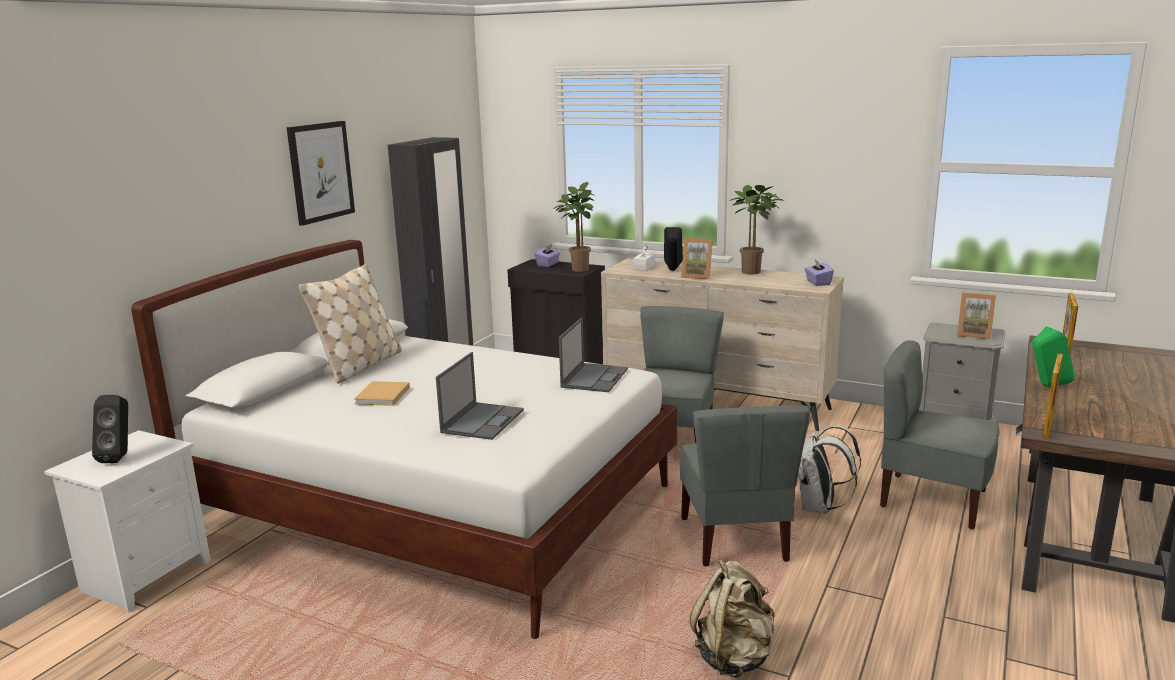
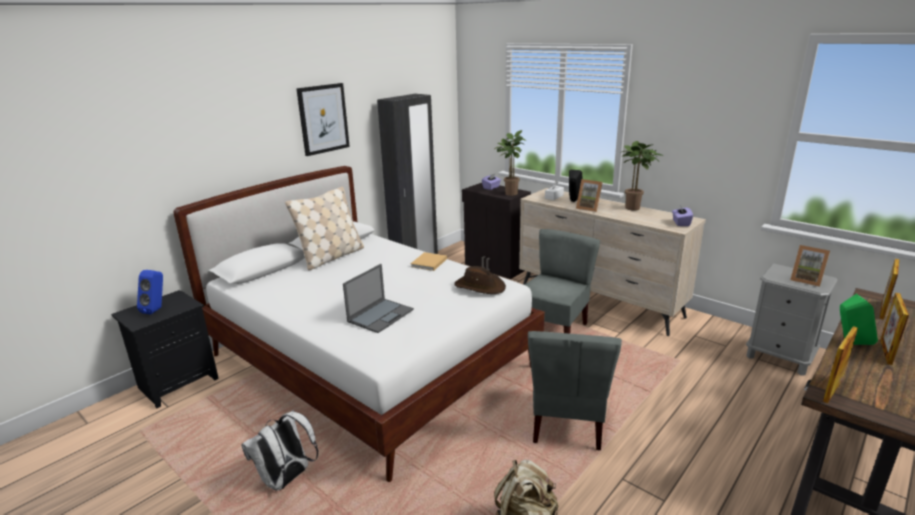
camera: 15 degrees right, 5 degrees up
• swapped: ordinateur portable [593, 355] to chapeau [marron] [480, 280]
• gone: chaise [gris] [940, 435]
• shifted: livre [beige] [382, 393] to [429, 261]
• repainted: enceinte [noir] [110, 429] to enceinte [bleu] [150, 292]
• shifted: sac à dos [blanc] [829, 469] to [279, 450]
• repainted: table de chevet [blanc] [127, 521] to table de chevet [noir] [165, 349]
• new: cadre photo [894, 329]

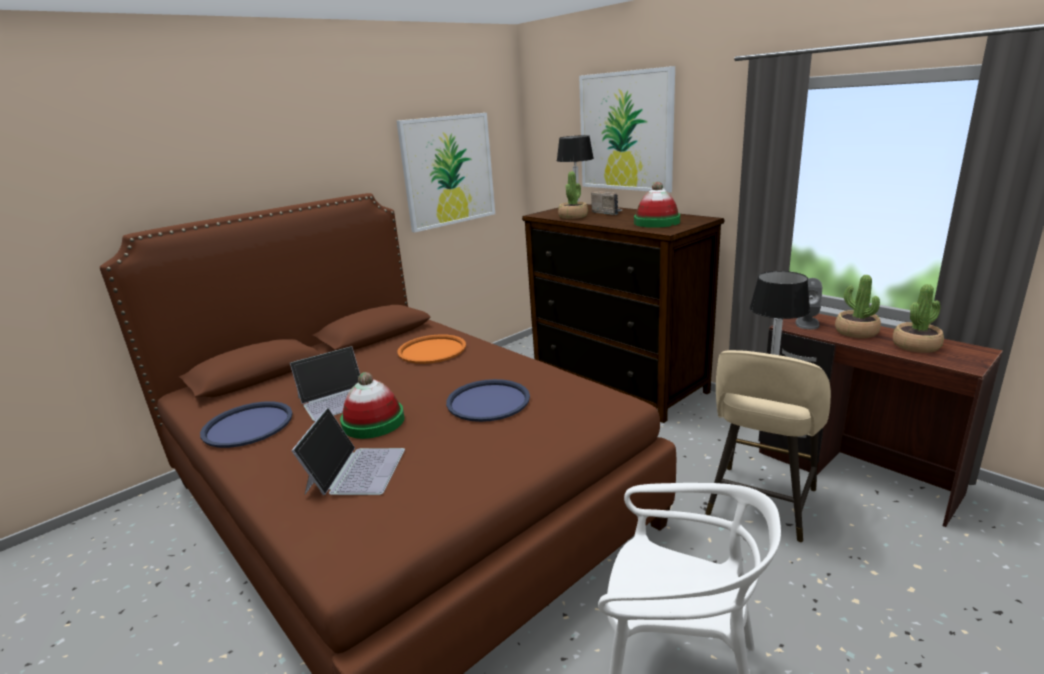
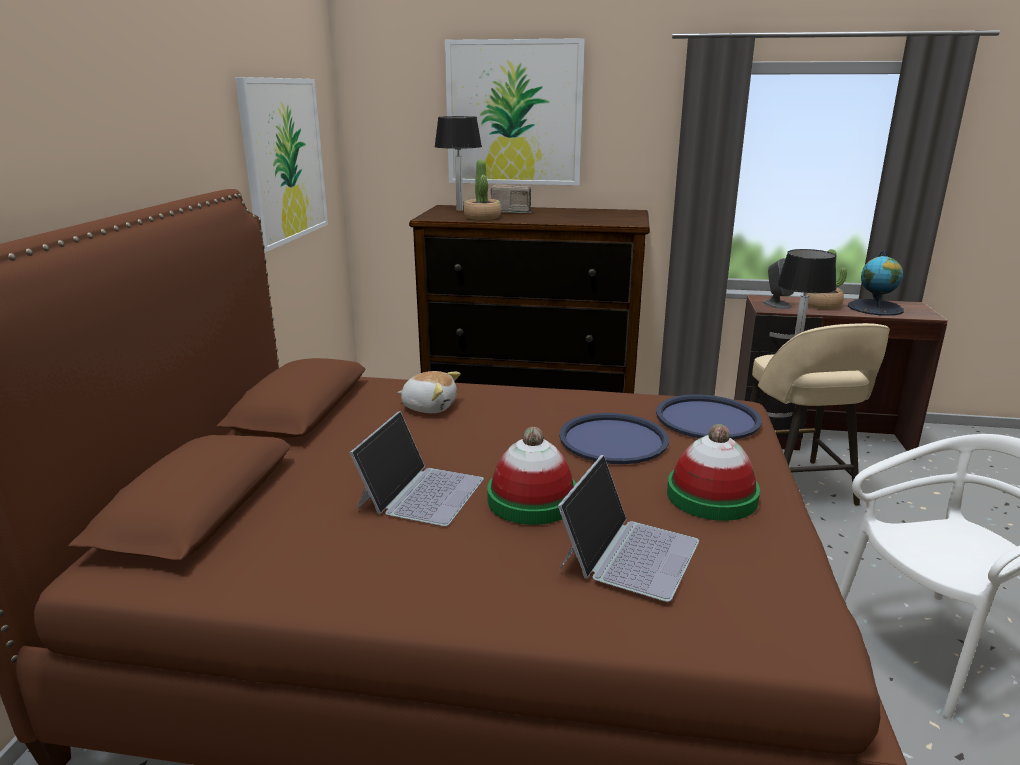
camera: 40 degrees left, 0 degrees up
• shifted: chapeau [657, 205] to [713, 472]
• swapped: plante en pot [918, 318] to globe [876, 283]
• swapped: plateau [orange] [431, 349] to peluche [429, 392]
• shifted: plateau [bleu] [246, 424] to [709, 417]
• rotated: ordinateur portable [348, 451] = [628, 528] 60 degrees clockwise

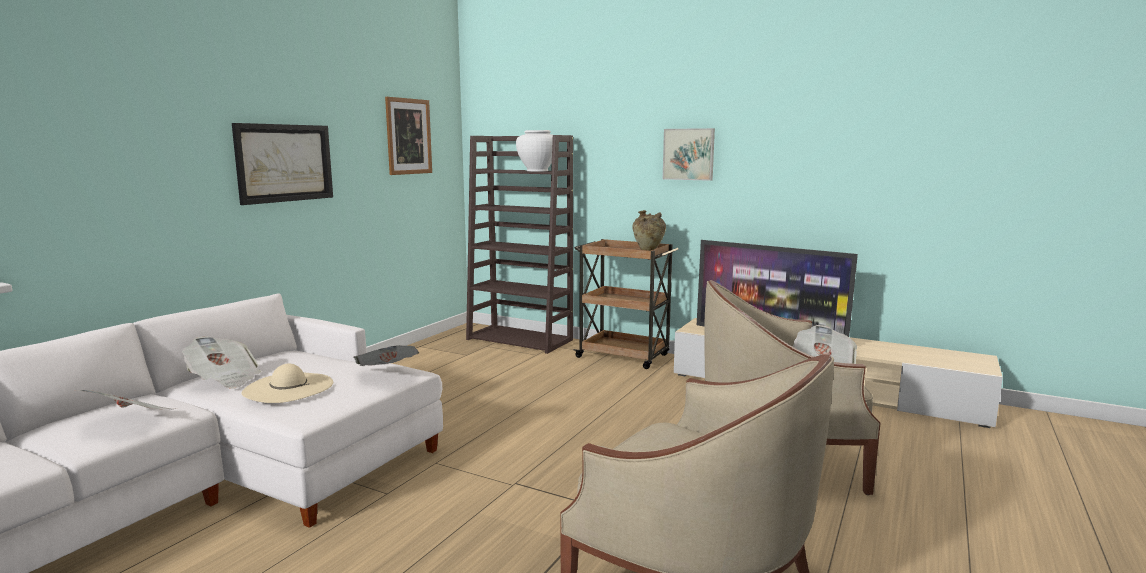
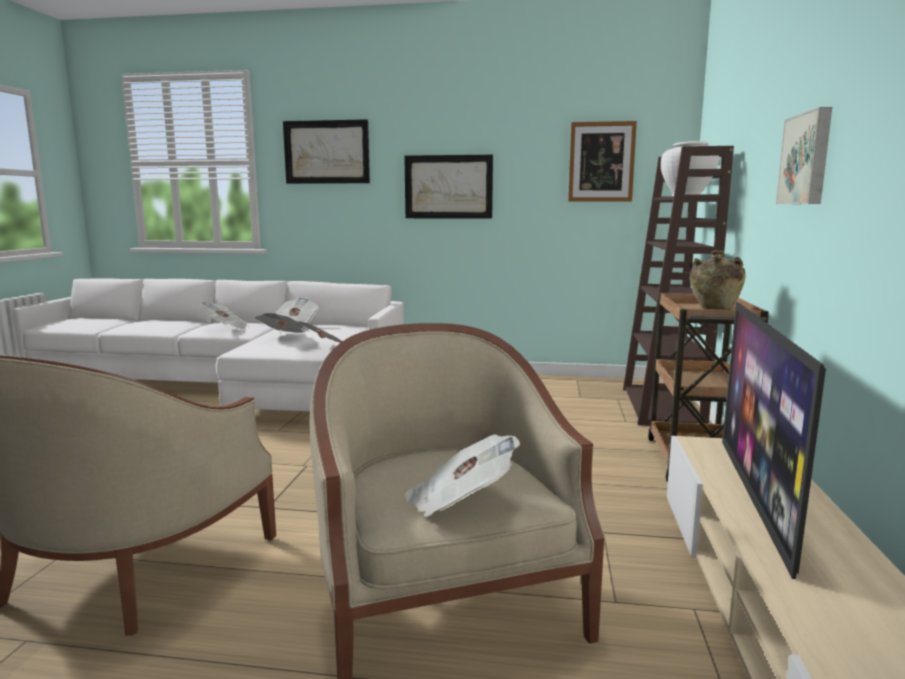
camera: 70 degrees right, 0 degrees up
• swapped: chapeau [beige] [287, 383] to journal [280, 323]
• new: tableau [326, 151]

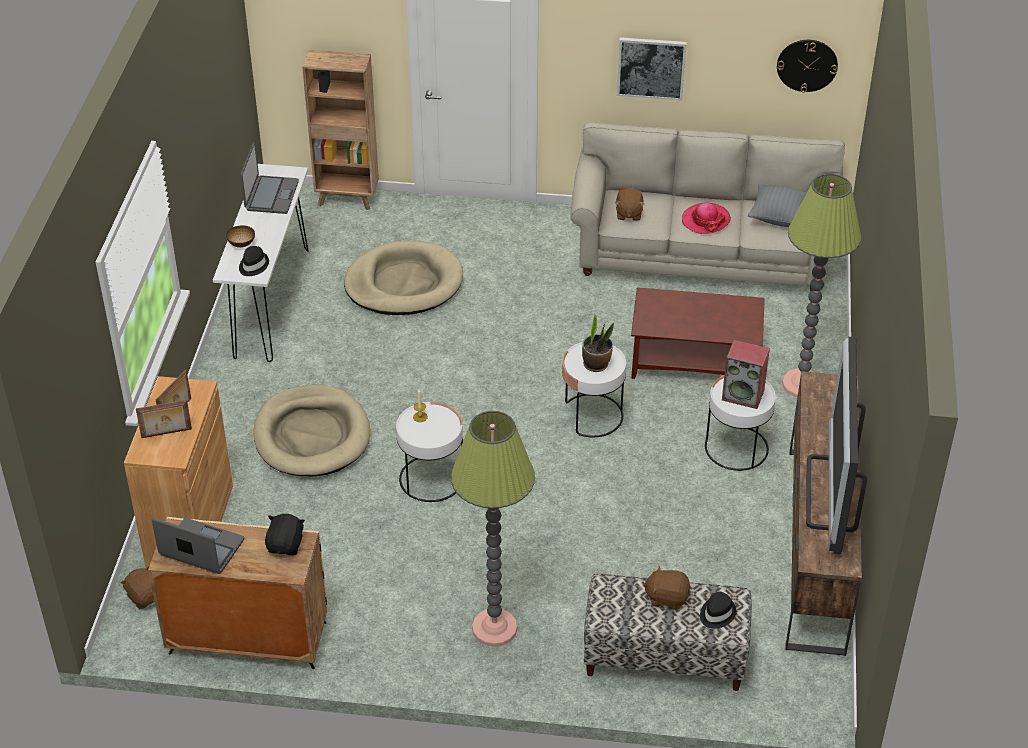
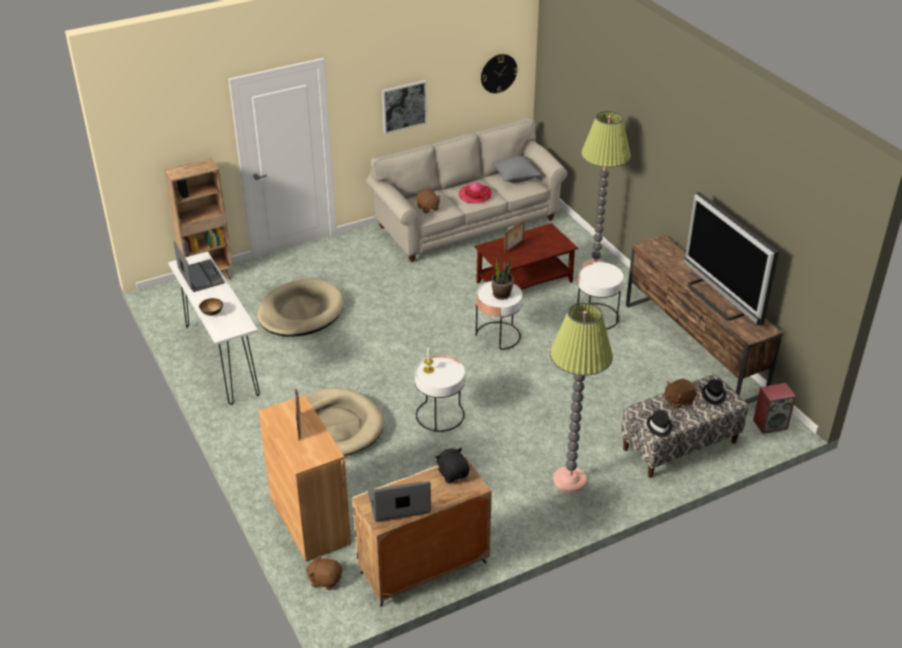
camera: 35 degrees left, 5 degrees down
• shifted: chapeau [noir] [254, 261] to [659, 423]
• shifted: enceinte [746, 374] to [774, 408]
• shifted: cadre photo [164, 419] to [514, 237]

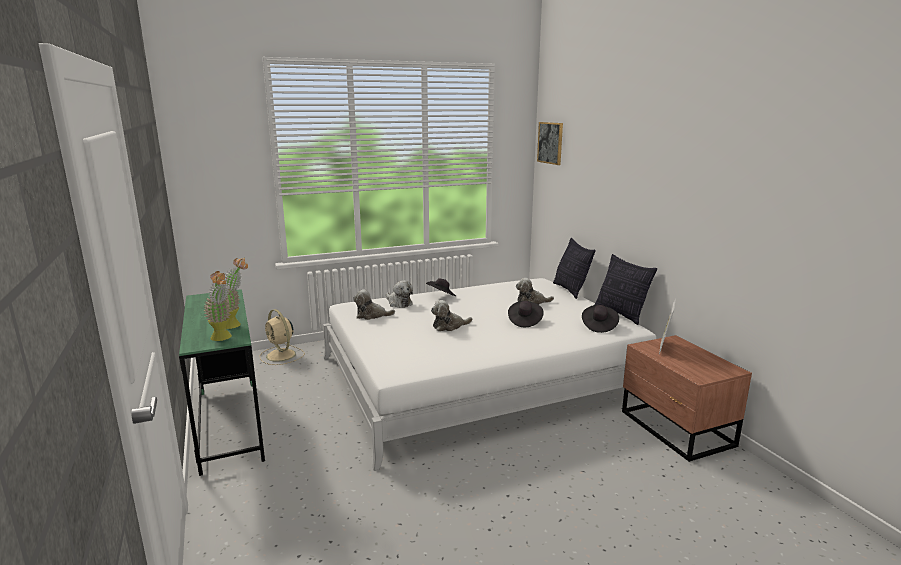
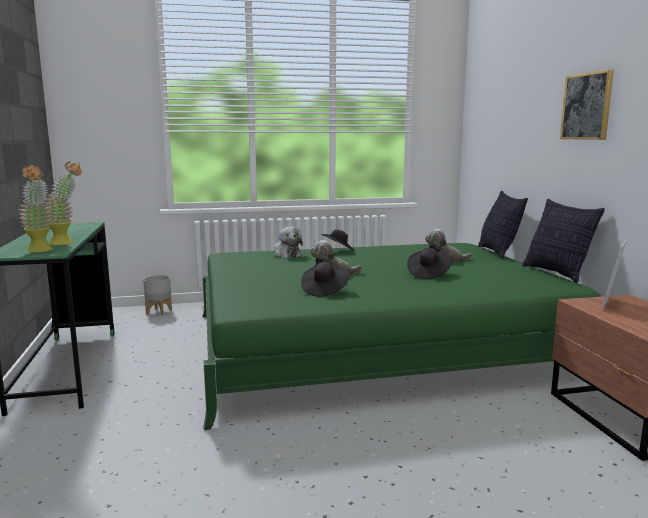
camera: 10 degrees right, 5 degrees down
• shifted: tableau [550, 143] to [587, 104]
• repainted: lit [blanc] [489, 374] to lit [vert] [402, 336]
• gone: peluche [374, 304]
• shifted: chapeau [noir] [600, 319] to [325, 279]
• swapped: ventilateur [beige] [282, 337] to cache-pot [gris] [157, 295]

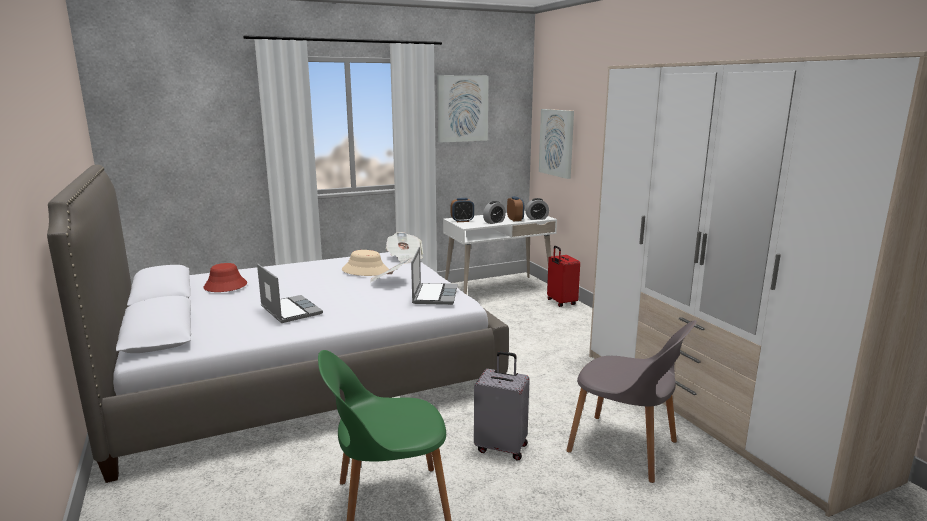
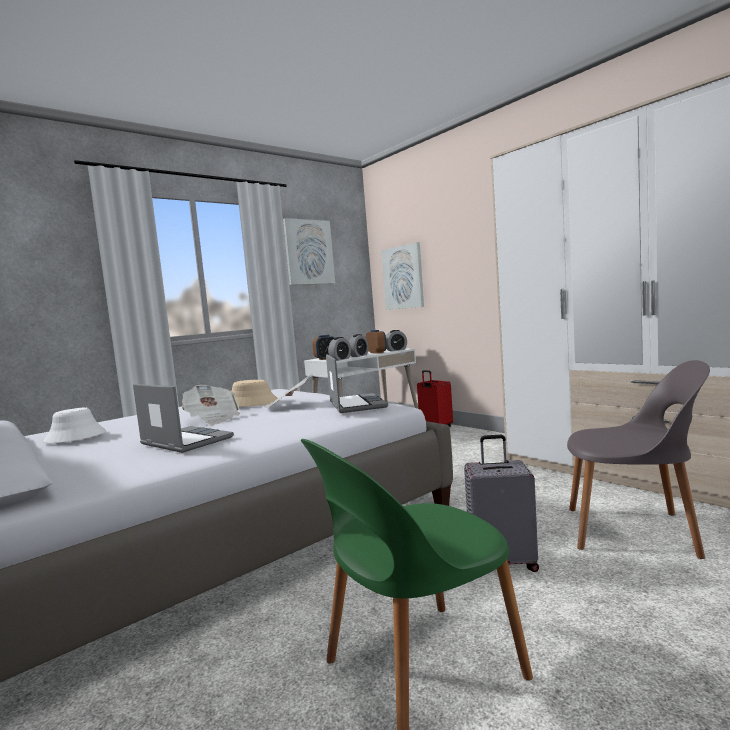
camera: 15 degrees left, 10 degrees down
• shifted: journal [404, 248] to [211, 405]
• repainted: chapeau [rouge] [225, 277] to chapeau [blanc] [74, 425]
• new: réveil [339, 349]

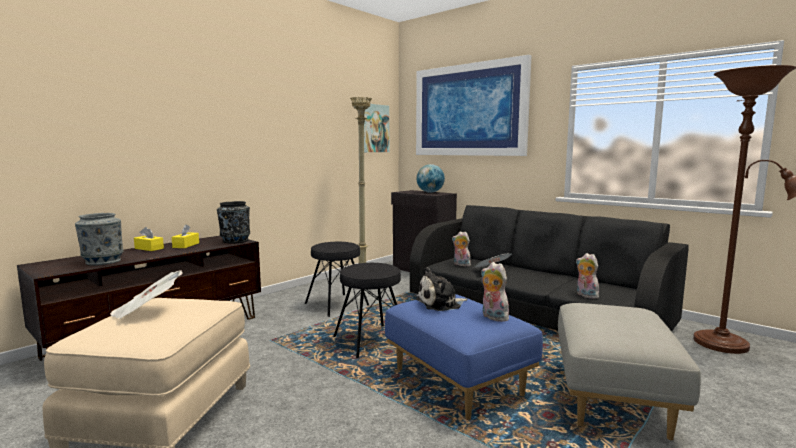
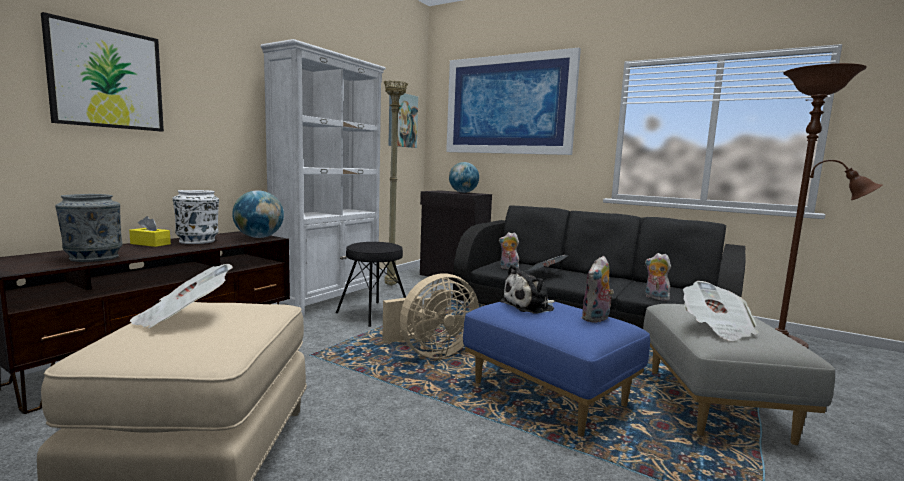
camera: 10 degrees left, 0 degrees up
• swapped: vase [noir] [233, 222] to globe [258, 214]
• swapped: boîte à mouchoirs [jaune] [185, 236] to vase [blanc] [196, 217]
• rotated: peluche [495, 292] = [597, 289] 90 degrees counterclockwise
• swapped: tabouret [noir] [367, 310] to ventilateur [beige] [430, 316]
• new: tableau [102, 71]
• new: bibliothèque [blanc] [323, 177]
• new: journal [721, 311]

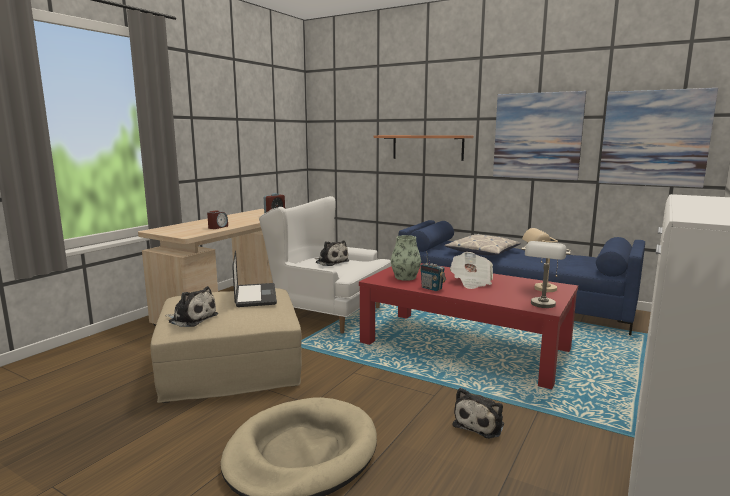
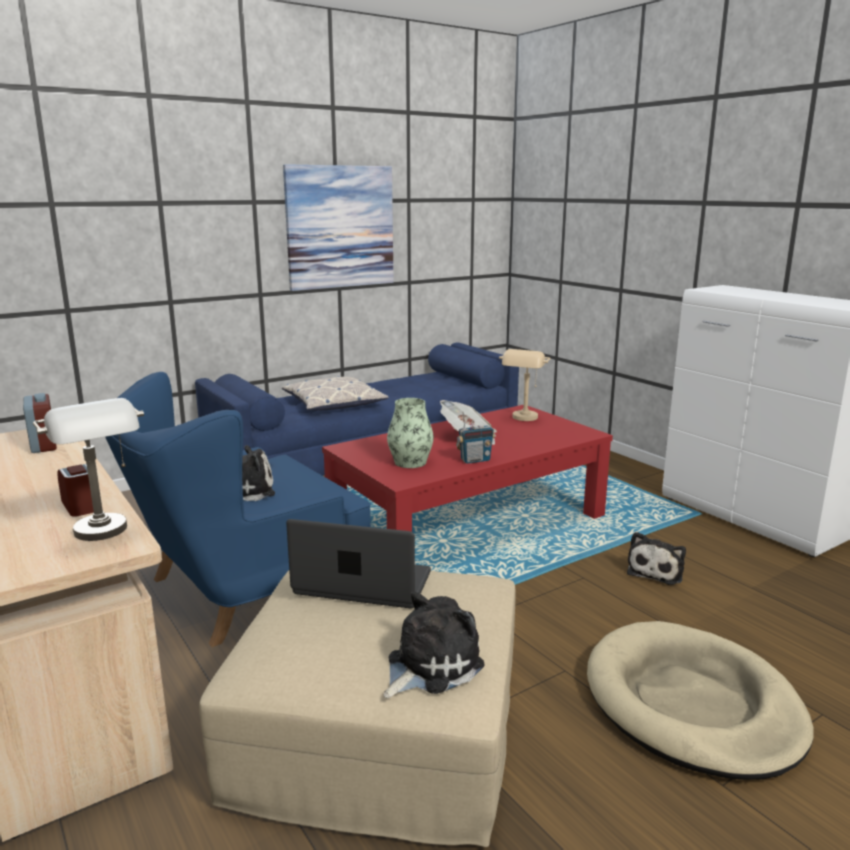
camera: 65 degrees left, 5 degrees up
• gone: tableau [658, 138]
• gone: étagère [424, 148]
• repainted: fauteuil [blanc] [325, 264] to fauteuil [bleu] [238, 509]
• shifted: lampe de table [gris] [546, 274] to [88, 469]
• rotated: peluche [478, 413] = [656, 558] 60 degrees clockwise

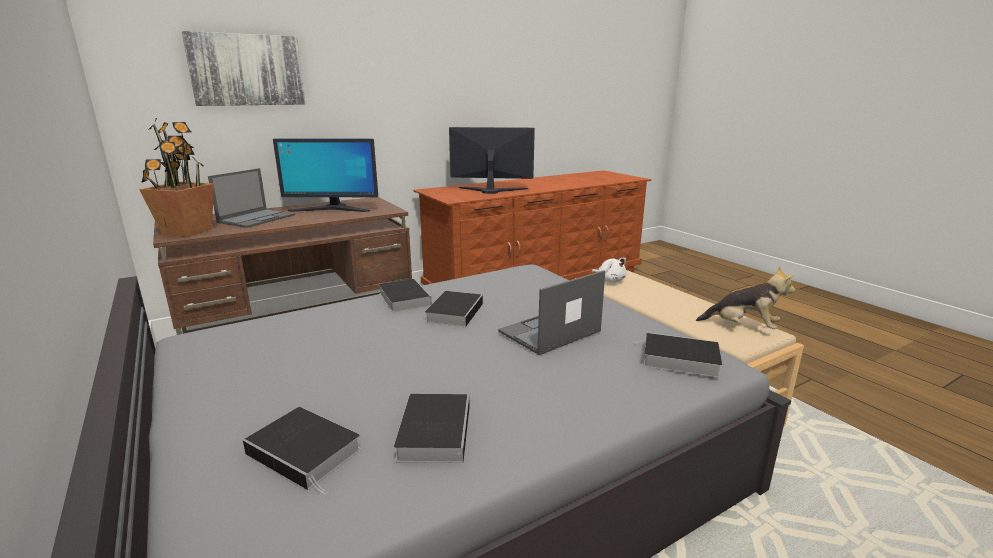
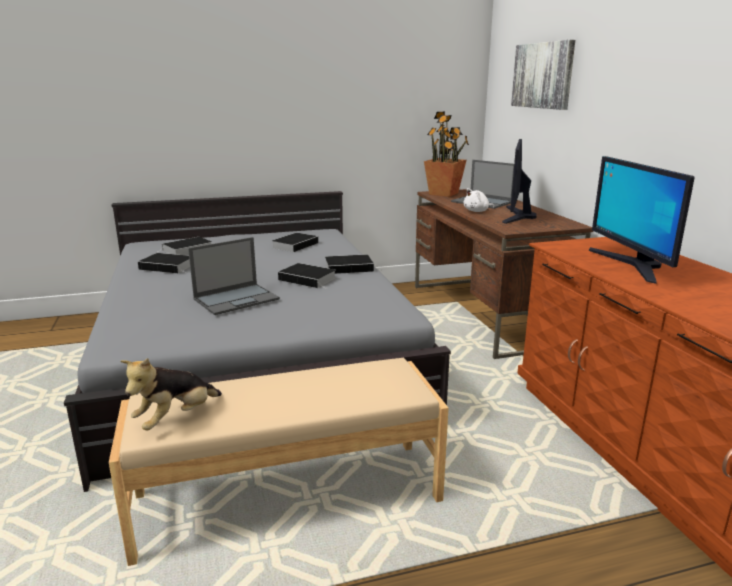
camera: 105 degrees right, 0 degrees up
• rotated: écran d'ordinateur [492, 160] = [642, 220] 150 degrees clockwise
• shifted: peluche [blanc] [609, 270] to [479, 200]
• rotated: ordinateur portable [551, 312] = [234, 276] 75 degrees clockwise
• shifted: livre [677, 355] to [295, 242]

